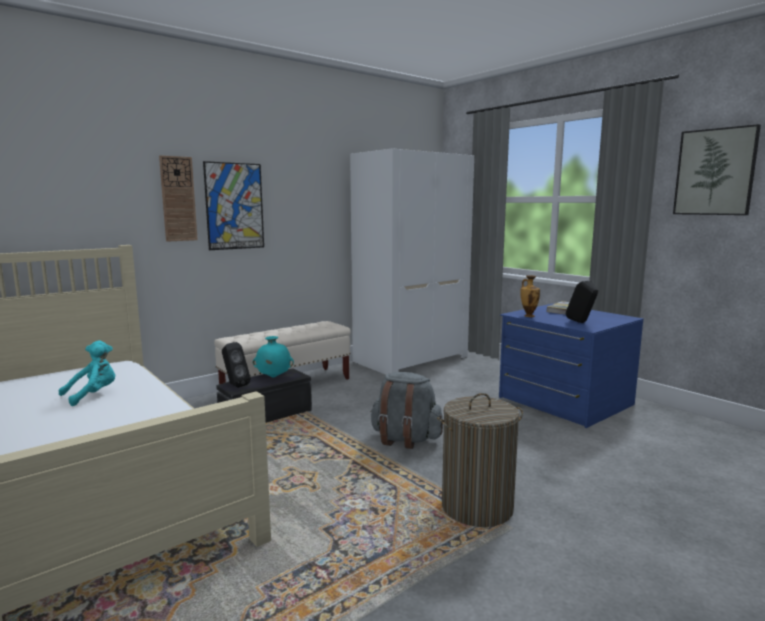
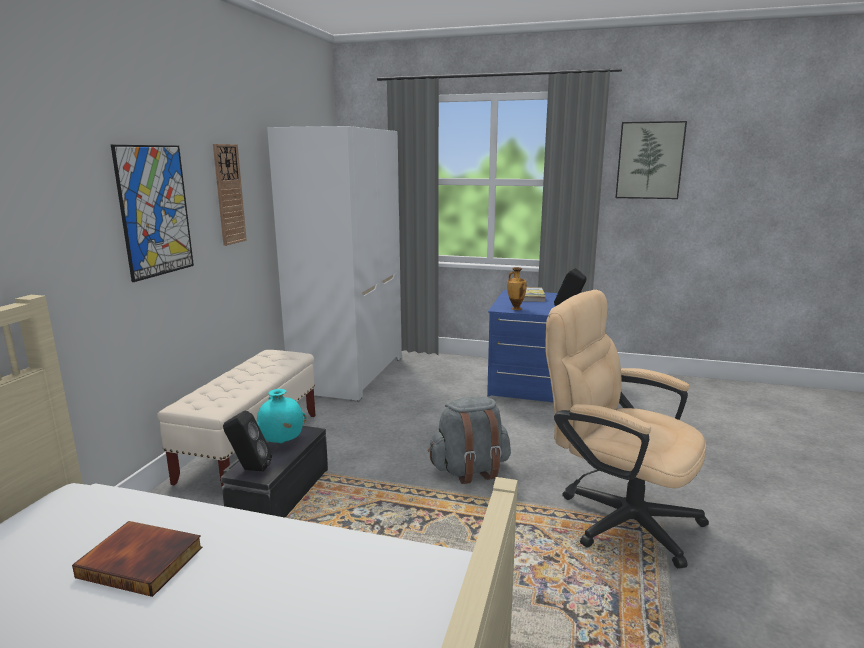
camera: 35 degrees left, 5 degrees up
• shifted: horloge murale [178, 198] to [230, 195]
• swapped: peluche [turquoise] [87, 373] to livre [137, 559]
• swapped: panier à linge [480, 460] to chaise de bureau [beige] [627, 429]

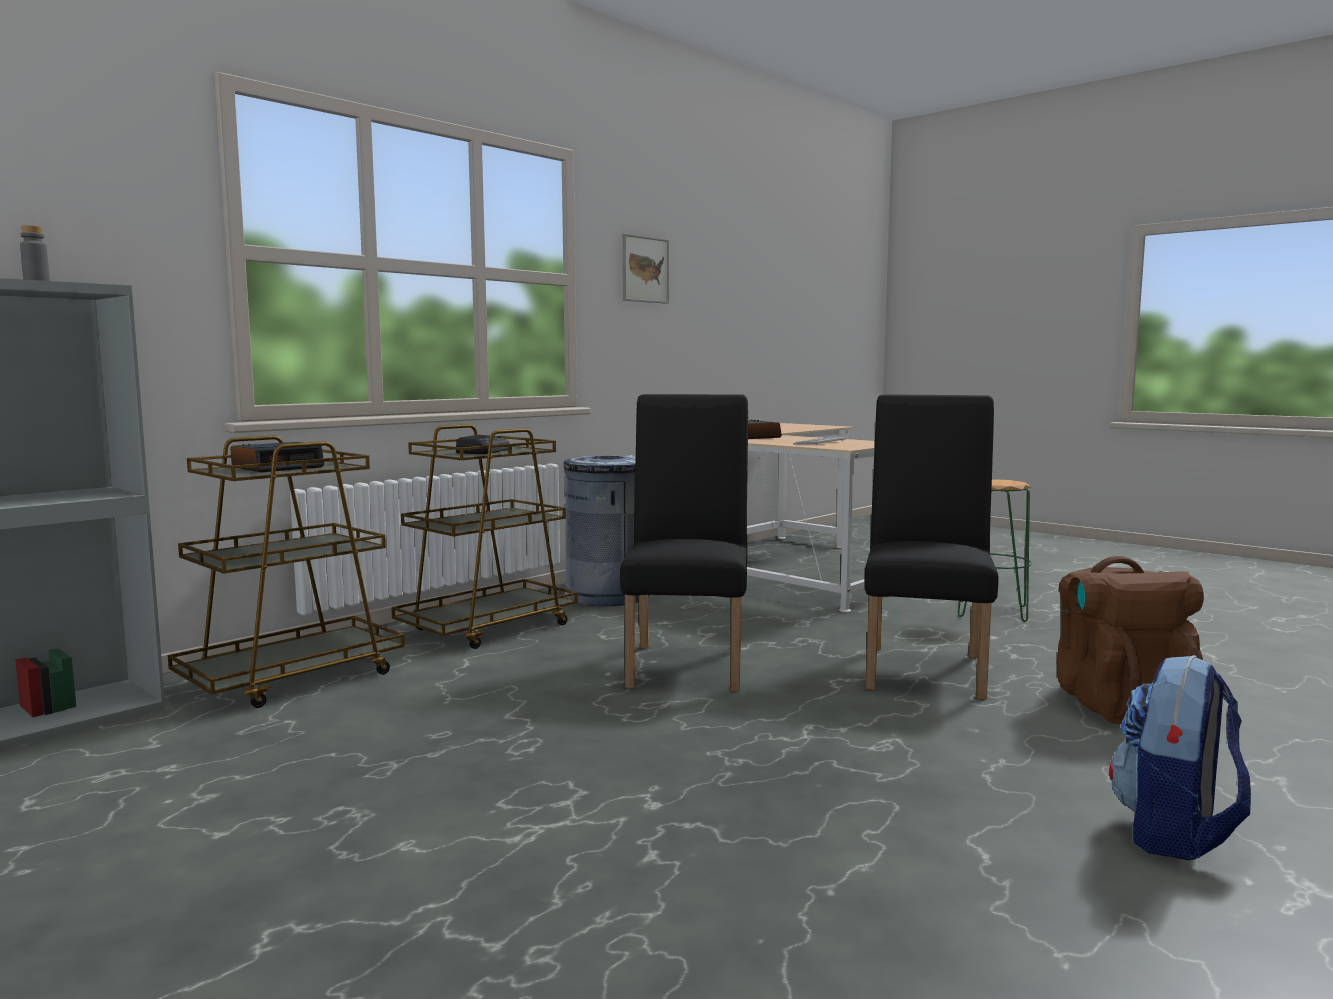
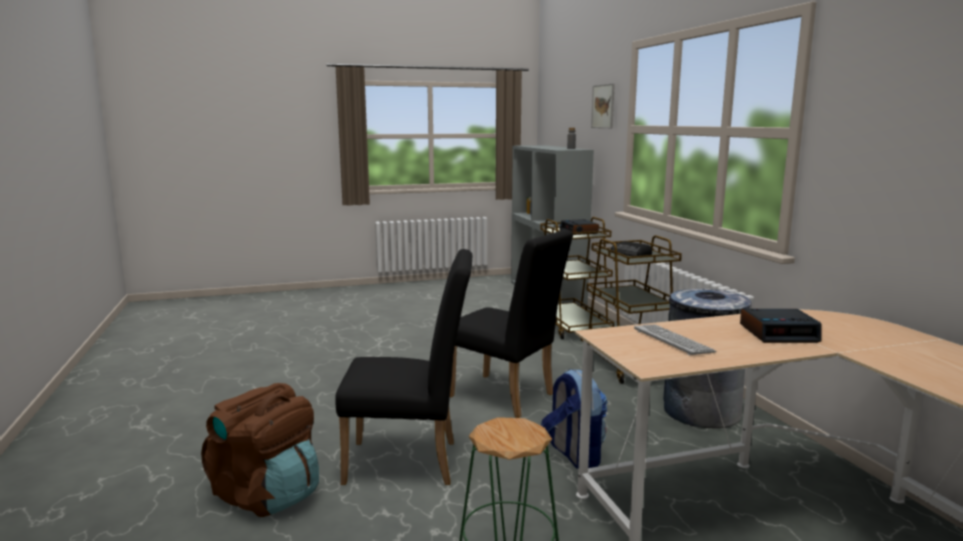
camera: 120 degrees right, 5 degrees up
• shifted: tableau [645, 269] to [603, 105]
• rotated: chaise [noir] [931, 547] = [403, 367] 45 degrees counterclockwise
• shifted: sac à dos [1180, 757] to [574, 419]

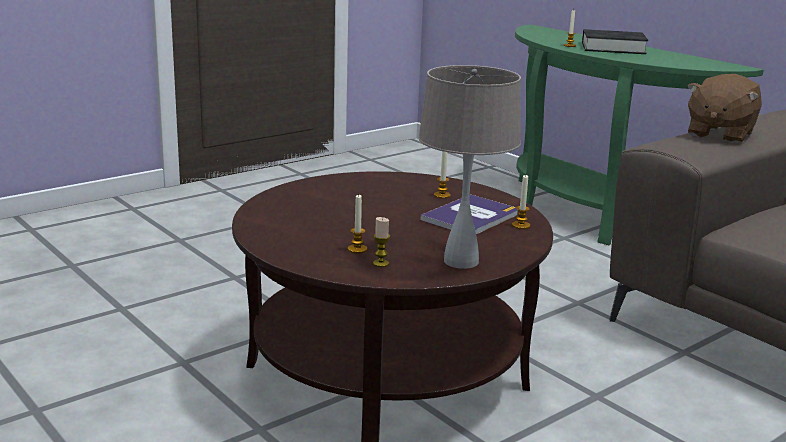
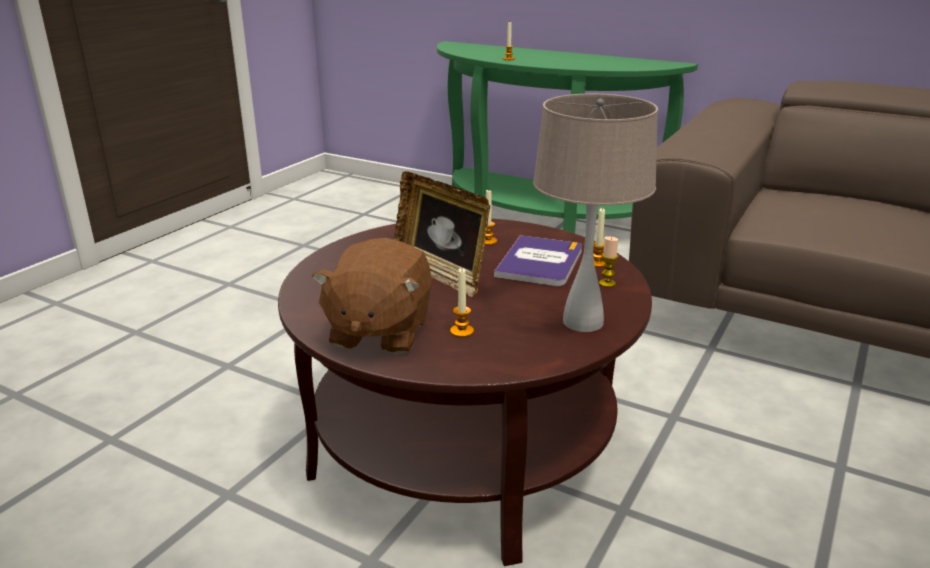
camera: 20 degrees left, 5 degrees up
• gone: livre [noir] [615, 41]
• shifted: peluche [marron] [724, 108] to [372, 296]
• shifted: bougie [381, 242] to [609, 261]
• new: cadre photo [442, 234]

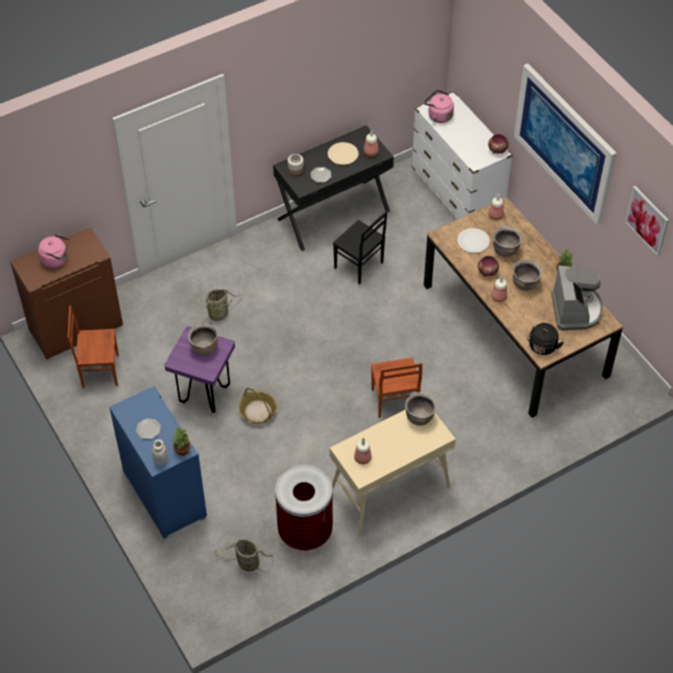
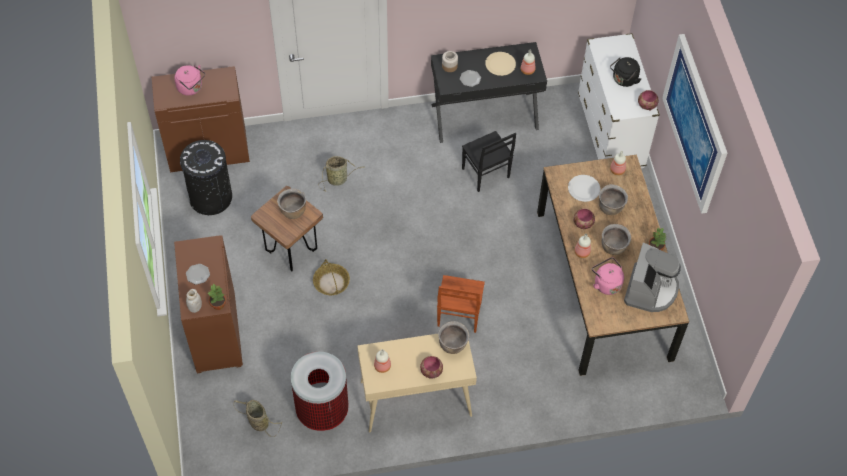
camera: 20 degrees right, 5 degrees up
• shifted: bouilloire [rose] [439, 106] to [608, 276]
• gone: tableau [647, 221]
• swapped: chaise [marron] [93, 346] to poubelle [noir] [206, 177]
• shifted: bouilloire [noir] [545, 339] to [625, 72]
• repainted: tabouret [violet] [200, 370] to tabouret [marron] [287, 228]
• repainted: meuble de rangement [bleu] [158, 462] to meuble de rangement [marron] [208, 304]
• new: bol [431, 367]

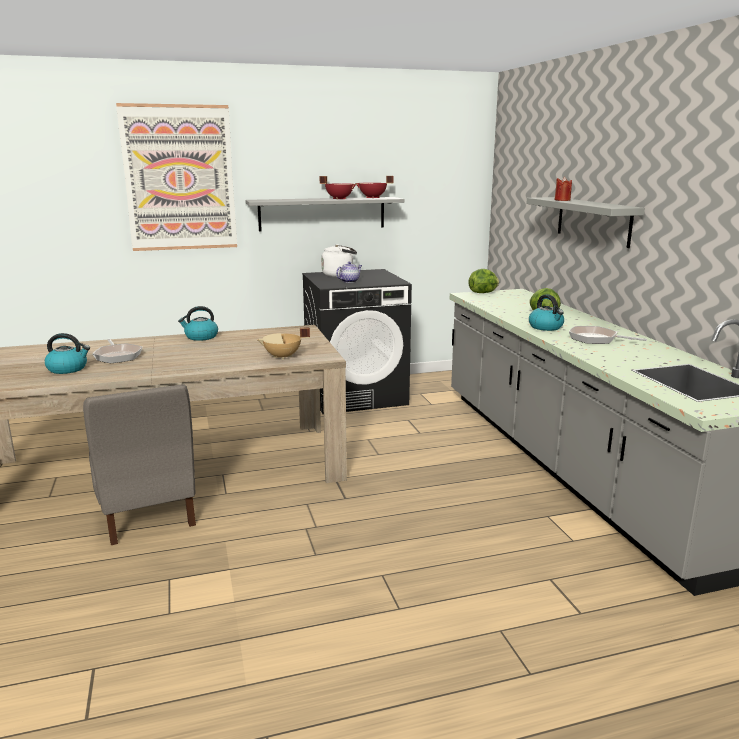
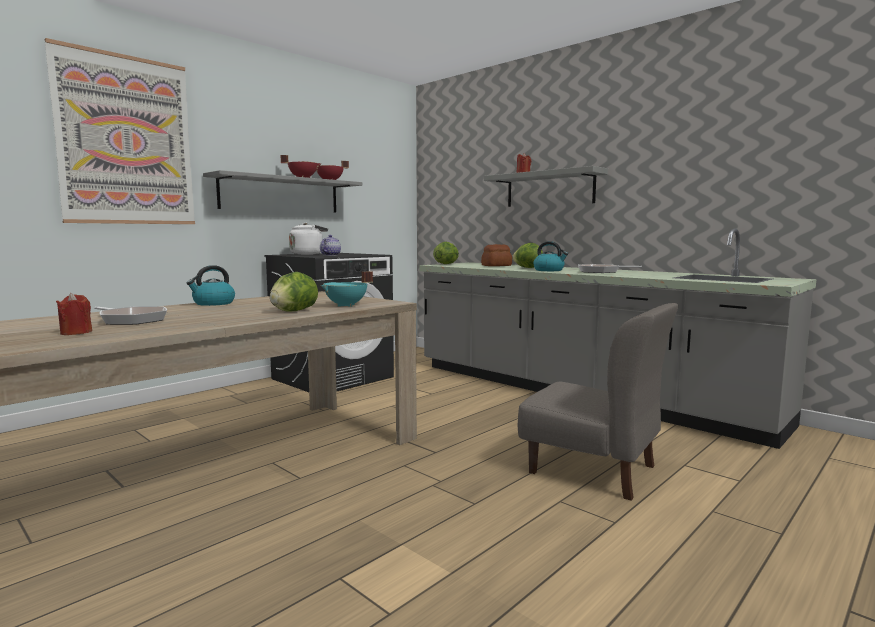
camera: 30 degrees left, 10 degrees down
• repainted: marmite [beige] [283, 343] to marmite [turquoise] [347, 289]
• swapped: bouilloire [67, 353] to bougie [rouge] [74, 314]
• shifted: chaise [gris] [139, 464] to [598, 402]
• new: pain [496, 255]
• new: laitue [294, 292]

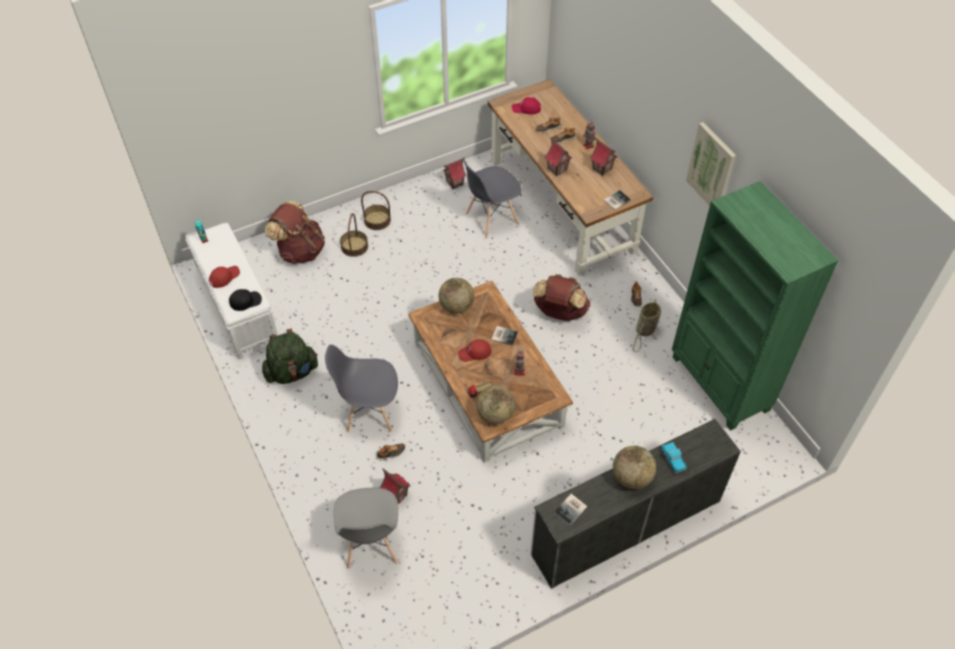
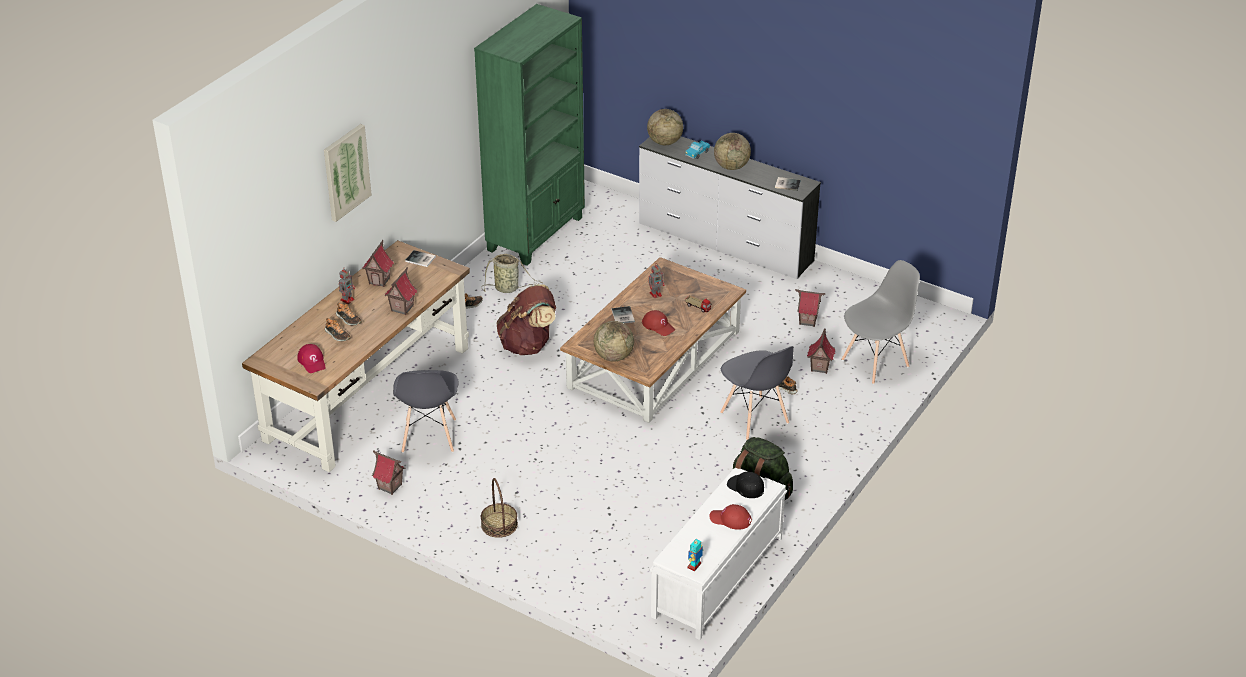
camera: 120 degrees left, 15 degrees down
• shifted: tableau [711, 164] to [348, 173]
• rotated: chaise [gris] [492, 198] = [425, 411] 60 degrees clockwise
• gone: sac à dos [marron] [295, 232]
• gone: panier [354, 235]
• shifted: globe [495, 404] to [665, 127]
• new: maison miniature [810, 308]

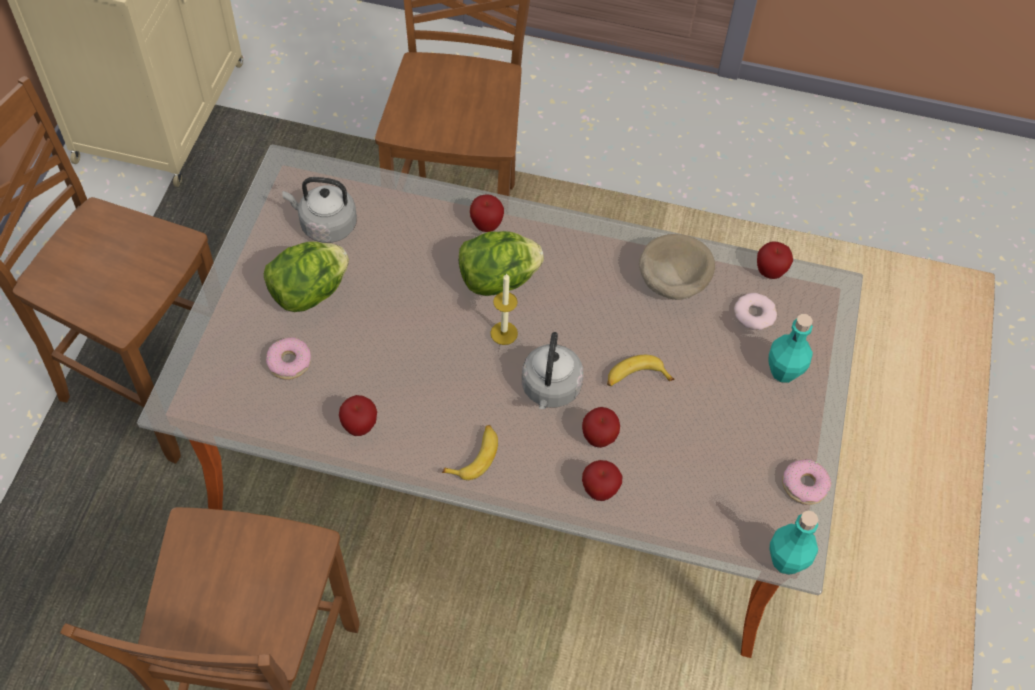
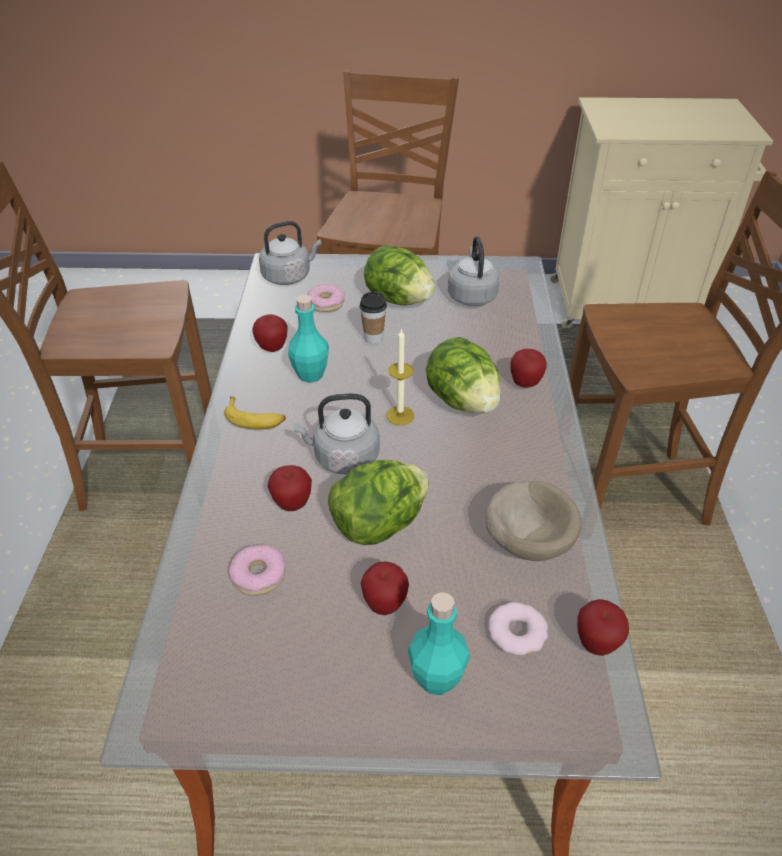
camera: 80 degrees right, 15 degrees down
• swapped: banane [640, 370] to laitue [378, 502]
• shifted: beignet [806, 482] to [257, 570]
• shifted: pomme [602, 480] to [385, 588]
• shifted: bouteille [turquoise] [794, 543] to [308, 339]
• new: bouilloire [gris] [290, 253]
• new: tasse [373, 318]

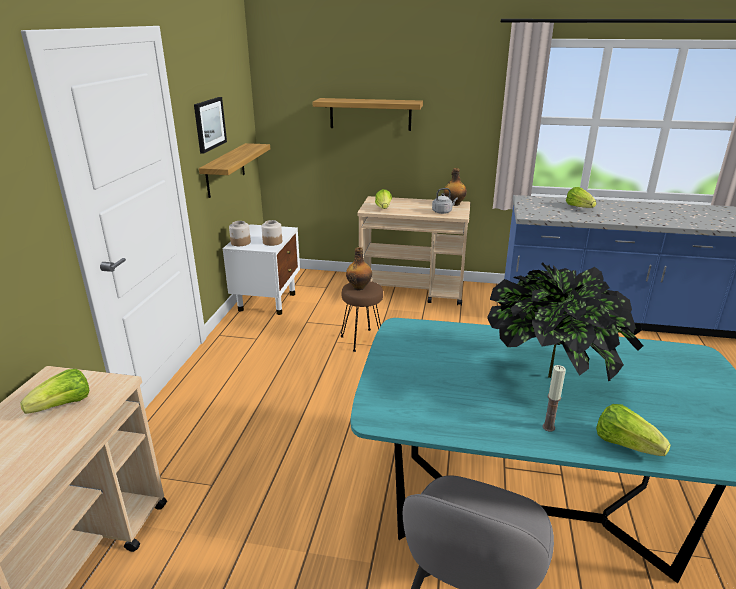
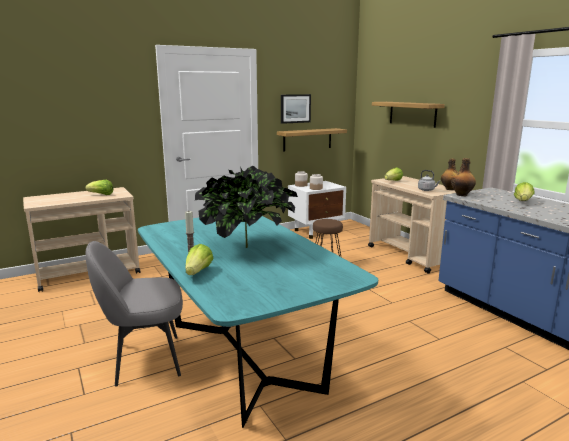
camera: 50 degrees right, 10 degrees down
• shifted: bouteille [359, 268] to [463, 177]

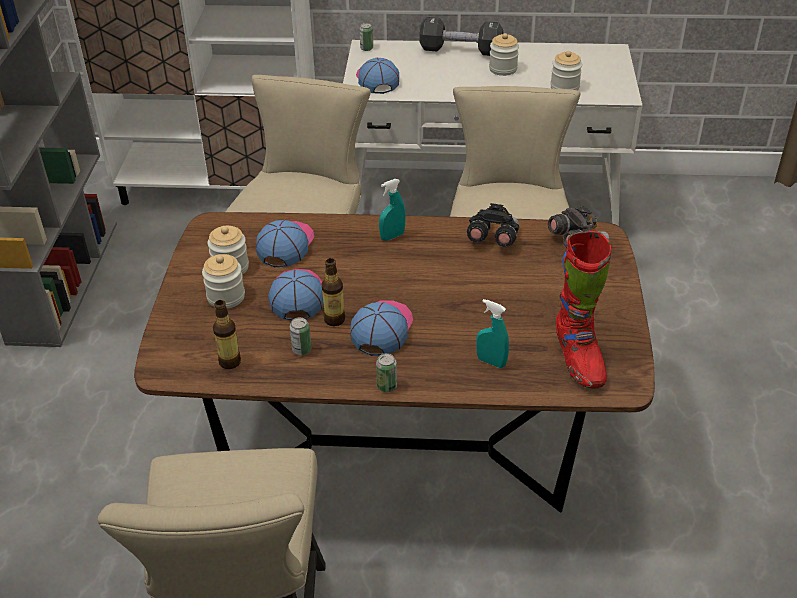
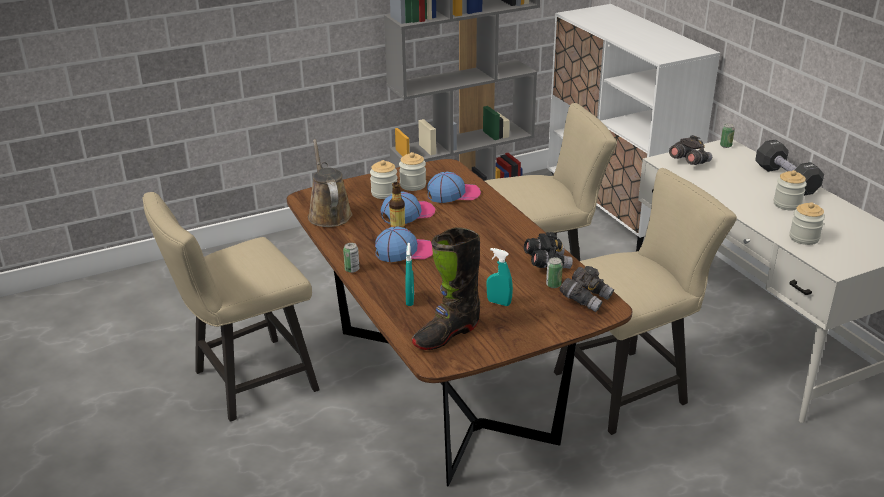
camera: 60 degrees right, 10 degrees down
• swapped: casquette [377, 76] to jumelles [gris] [690, 150]
• shifted: vaporisateur [turquoise] [392, 210] to [500, 277]
• repainted: botte [rouge] [583, 309] to botte [noir] [445, 288]
• swapped: bouteille [227, 334] to arrosoir [marron] [330, 183]
• shifted: boîte métallique [300, 336] to [554, 272]

